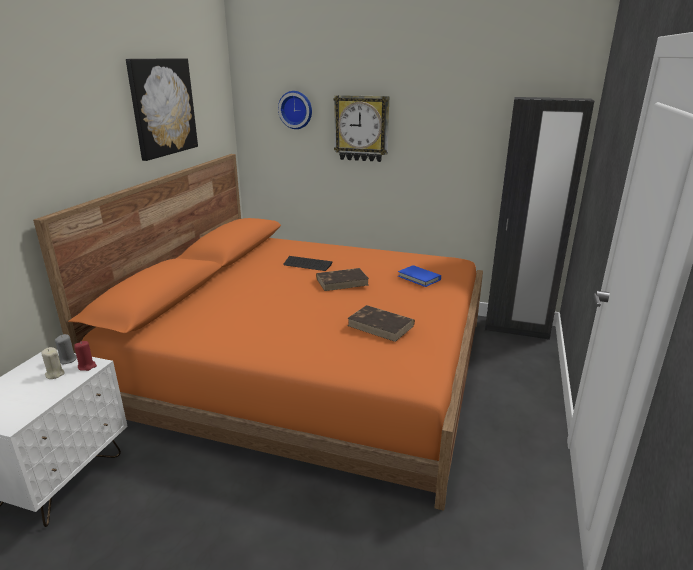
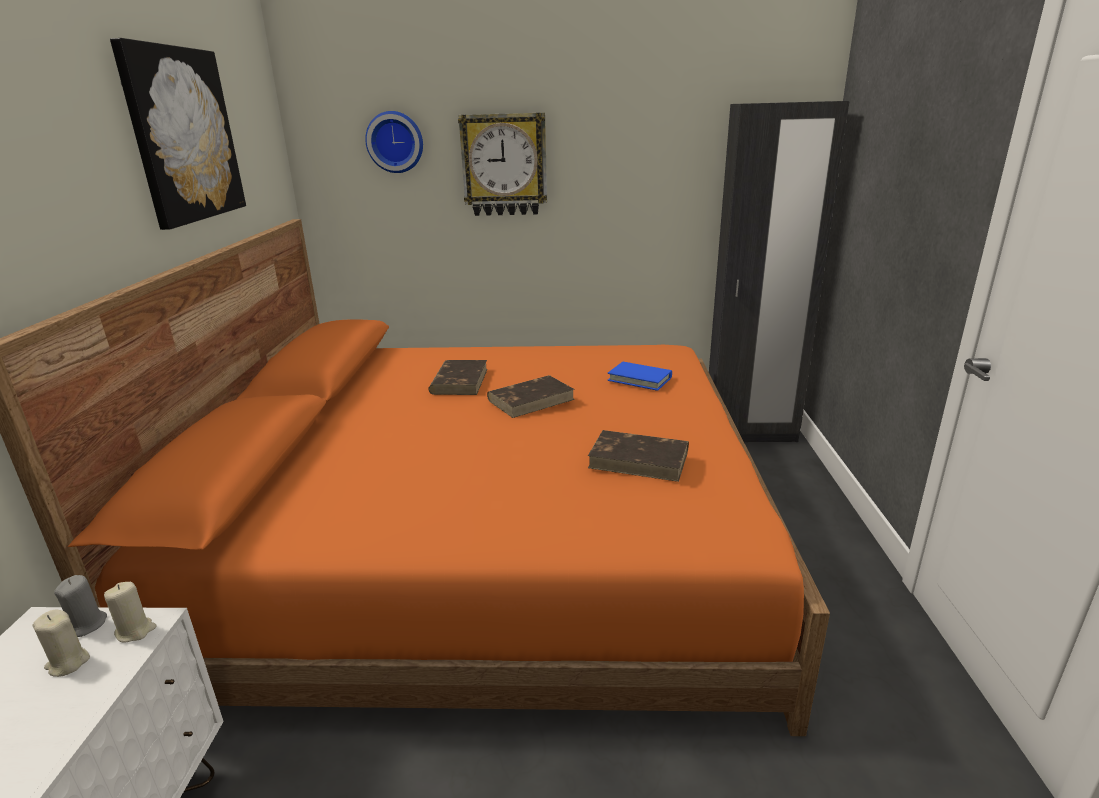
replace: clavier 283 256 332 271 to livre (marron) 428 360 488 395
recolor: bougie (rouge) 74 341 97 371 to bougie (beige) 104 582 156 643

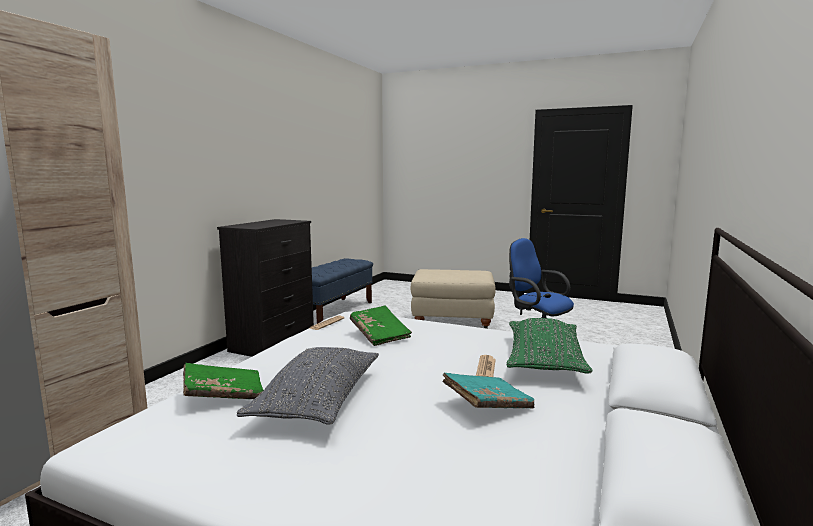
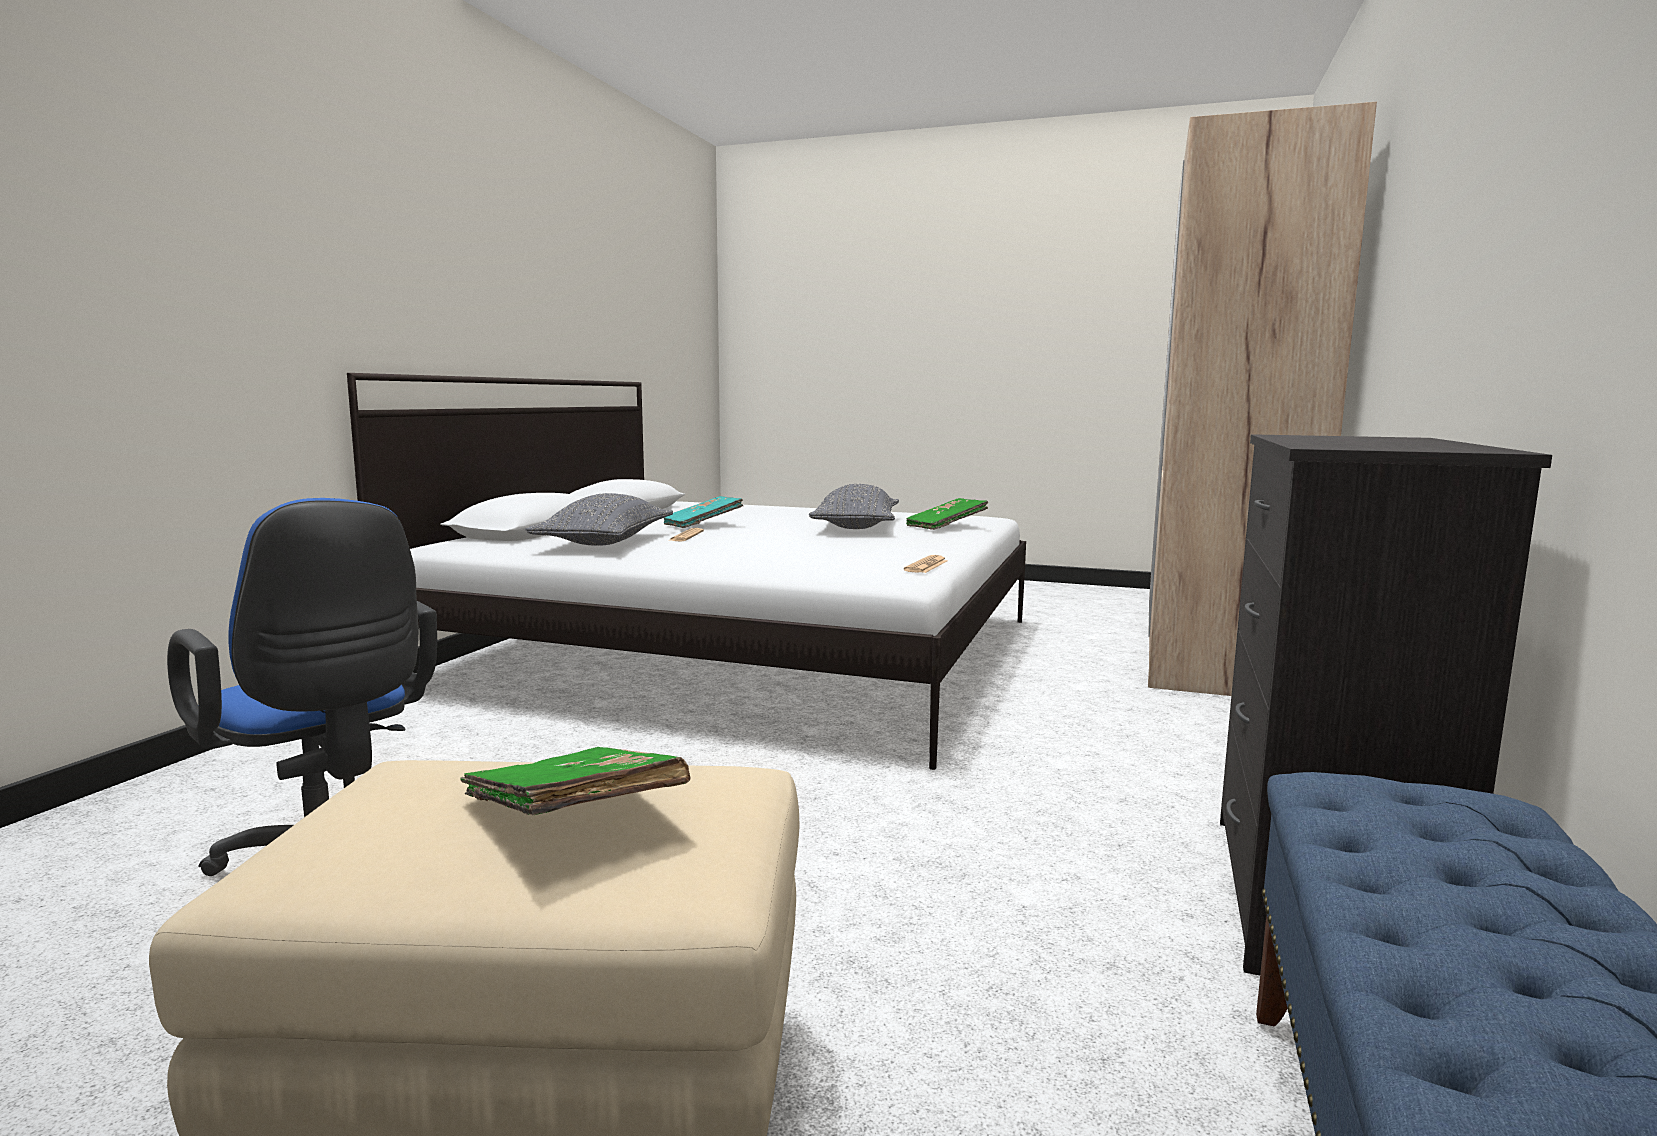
move: livre (vert) 350 306 412 346 to 460 747 691 815
recolor: coussin (vert) 507 318 593 374 to coussin (gris) 525 493 673 546

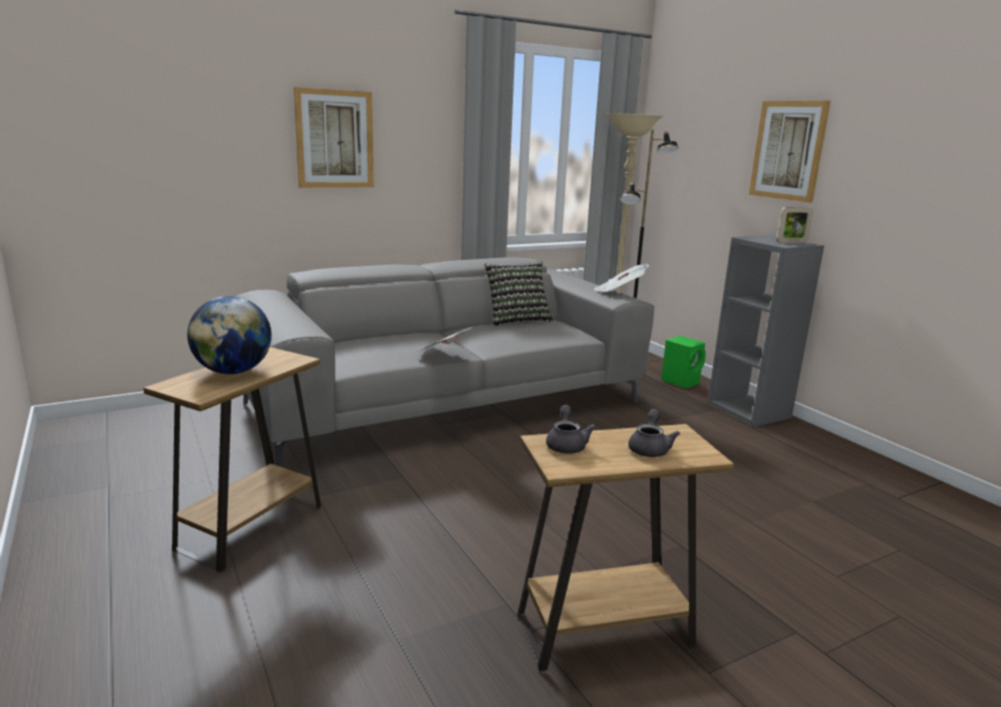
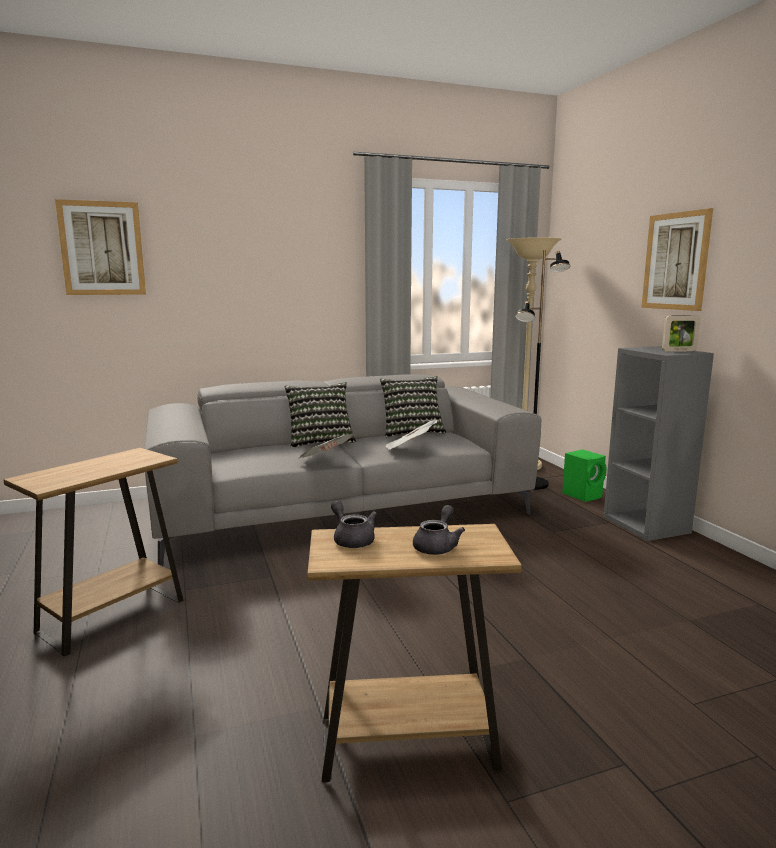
delete: globe 187 296 272 374
insert: coussin 285 382 356 447
move: tableau 294 87 374 188 to 55 199 146 295; journal 594 264 650 293 to 385 420 437 450
rotate: théière (gris) 546 405 595 454 = 331 501 377 548 45 degrees counterclockwise

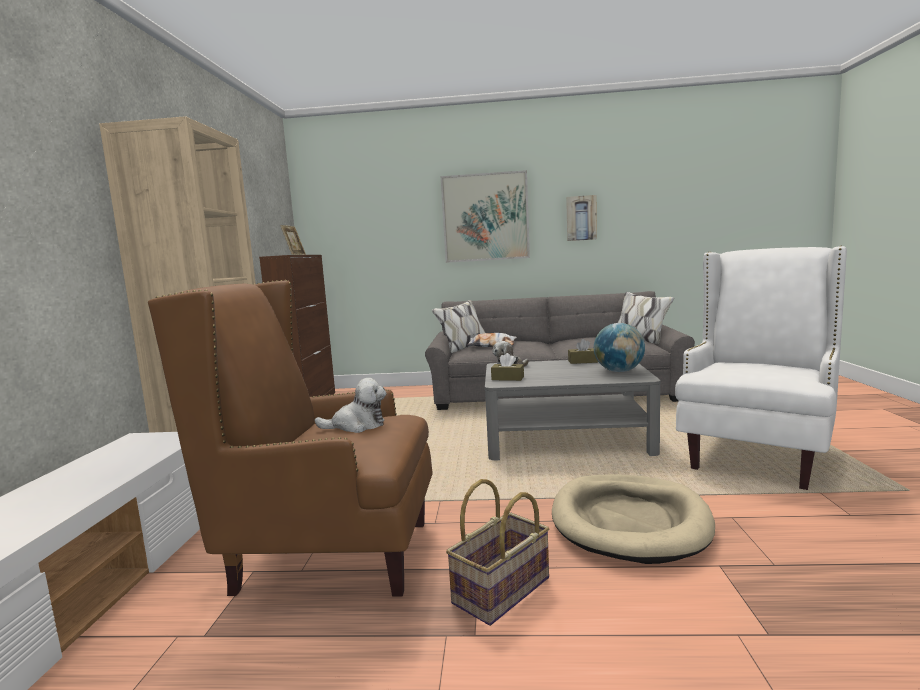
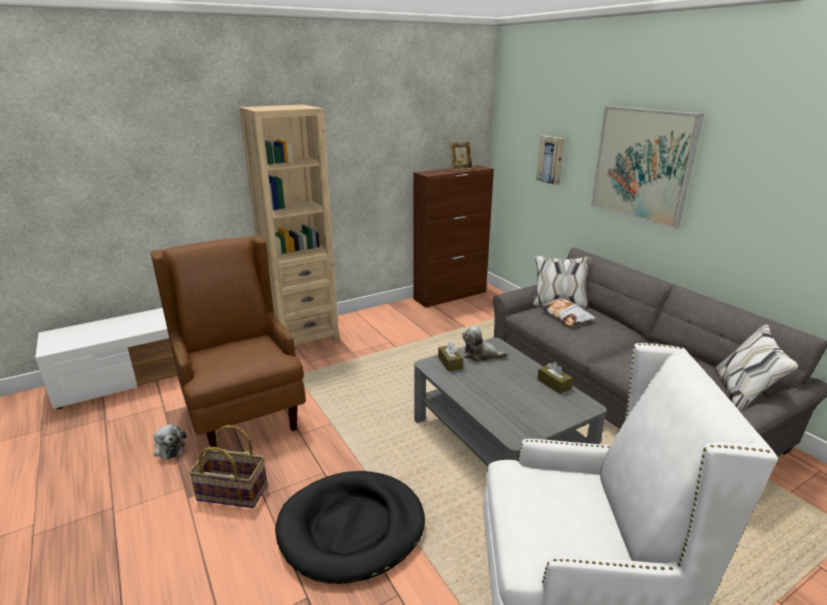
delete: globe 594 323 645 372
move: tableau 566 195 597 241 to 536 135 565 185; peluche 314 378 386 433 to 153 424 186 459
recolor: panier pour chien (beige) 552 474 715 564 to panier pour chien (noir) 275 471 425 584

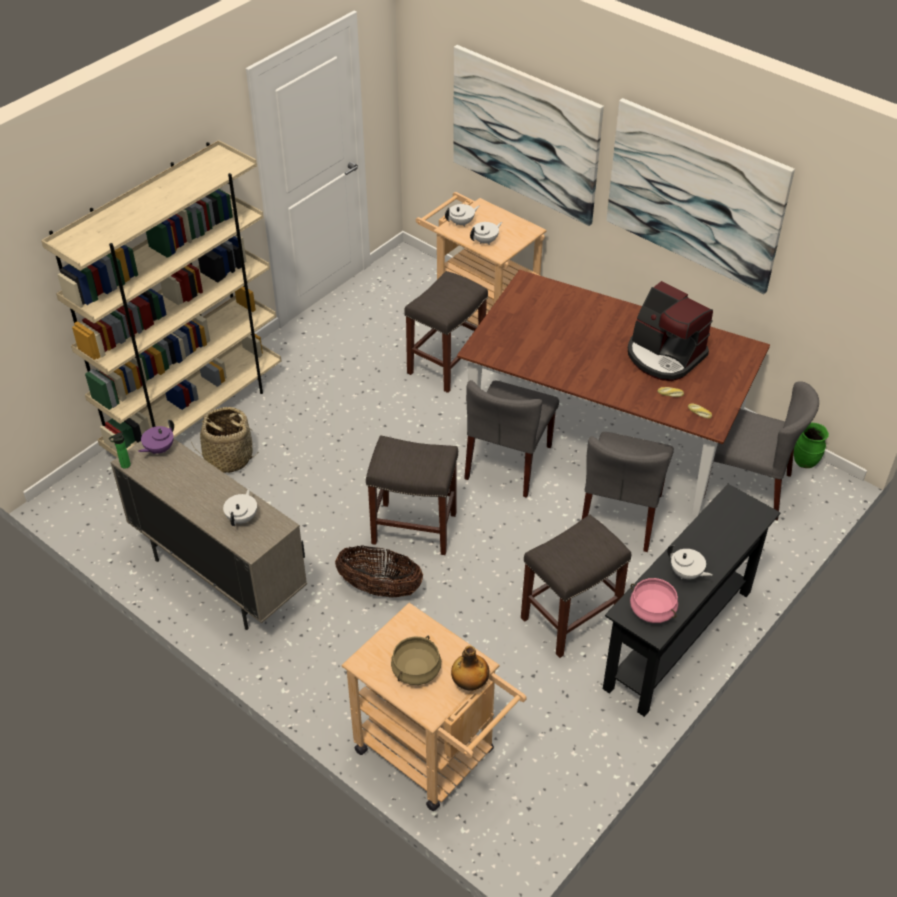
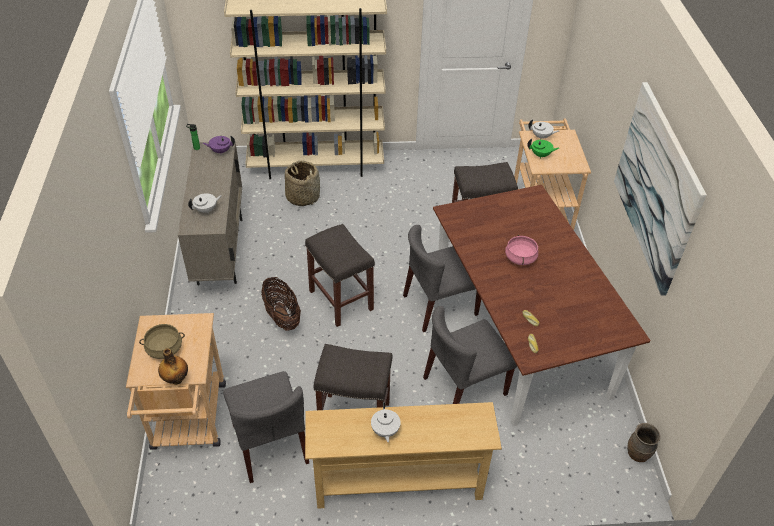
delete: tableau 453 45 604 226; machine à café 628 281 713 381
move: chaise (gris) 704 381 819 520 to 223 371 309 483; marmite (rose) 630 578 678 623 to 505 235 538 265
recolor: théière (blanc) 470 222 502 245 to théière (vert) 527 139 559 159; vase (vert) 794 423 829 468 to vase (marron) 627 423 661 462; table console (noir) 603 484 781 717 to table console (beige) 305 402 502 509

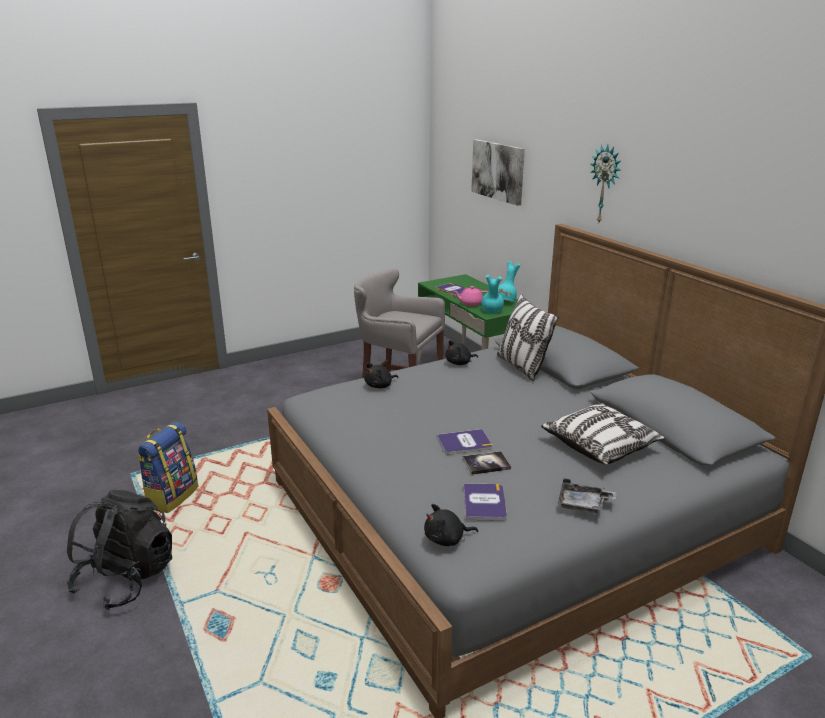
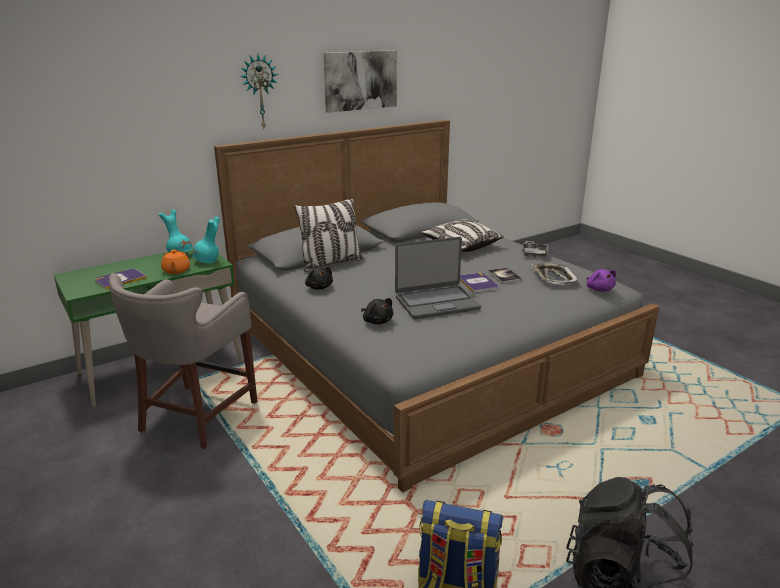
insert: ordinateur portable 395 237 481 319
move: tableau 471 139 525 206 to 323 50 397 113
replace: livre 463 483 507 521 to plateau 531 263 579 285
recolor: théière (rose) 453 286 488 306 to théière (orange) 161 250 190 274; peluche (noir) 424 504 478 546 to peluche (violet) 587 269 616 292

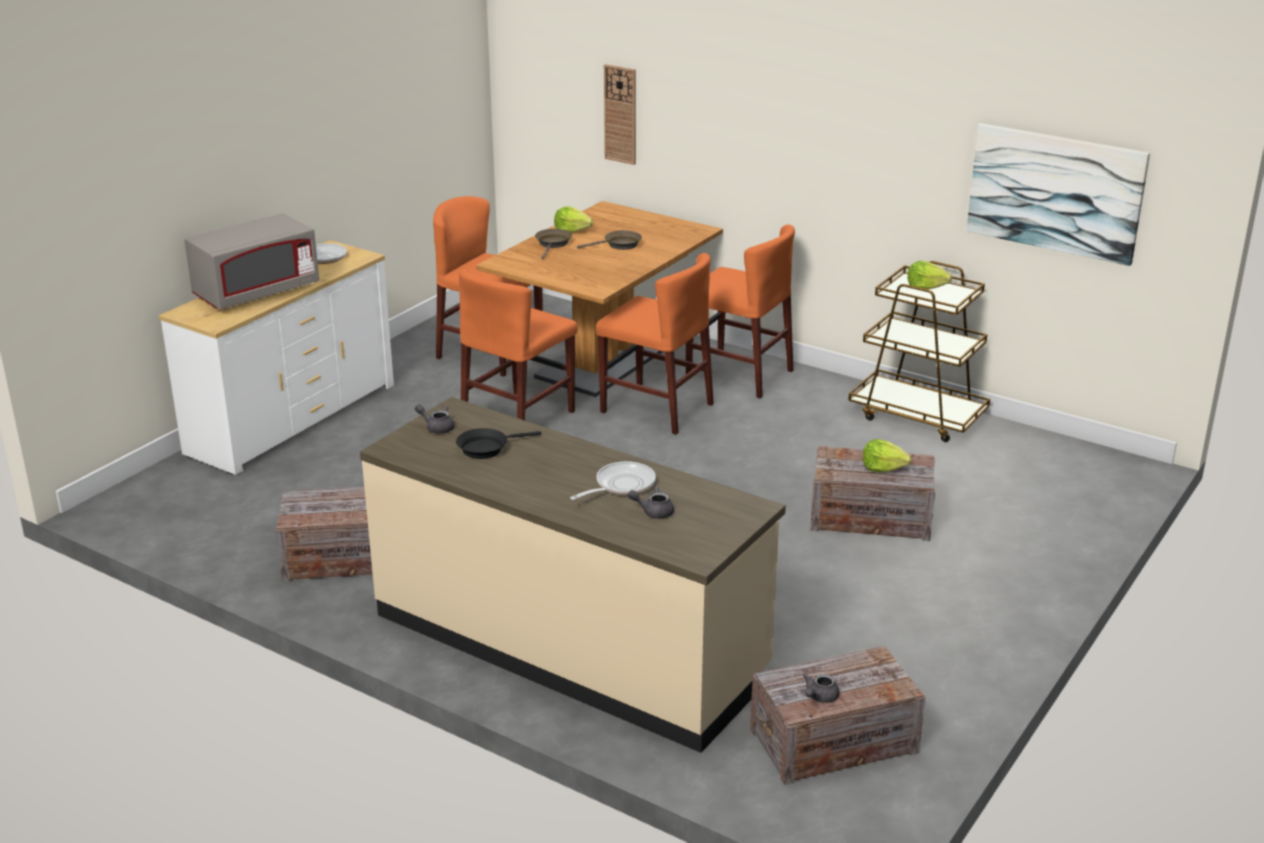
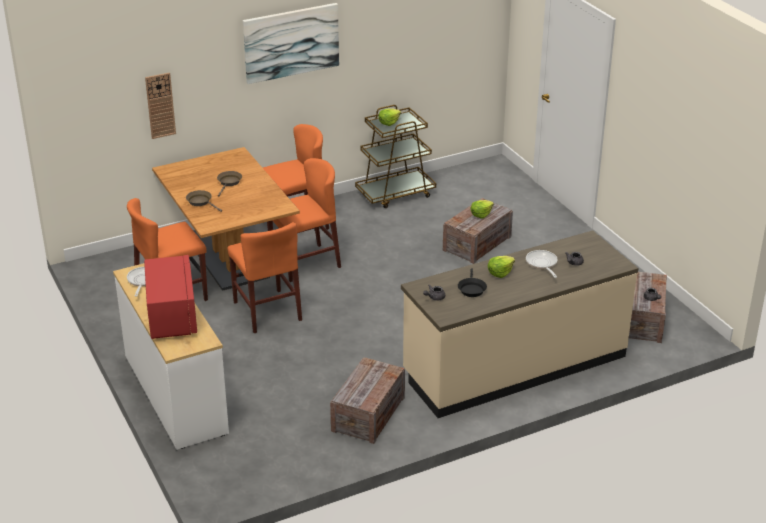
move: tableau 966 123 1150 266 to 243 3 339 84; laitue 554 207 593 233 to 488 256 515 278
recolor: micro-ondes (gris) 184 213 319 310 to micro-ondes (rouge) 144 255 197 339

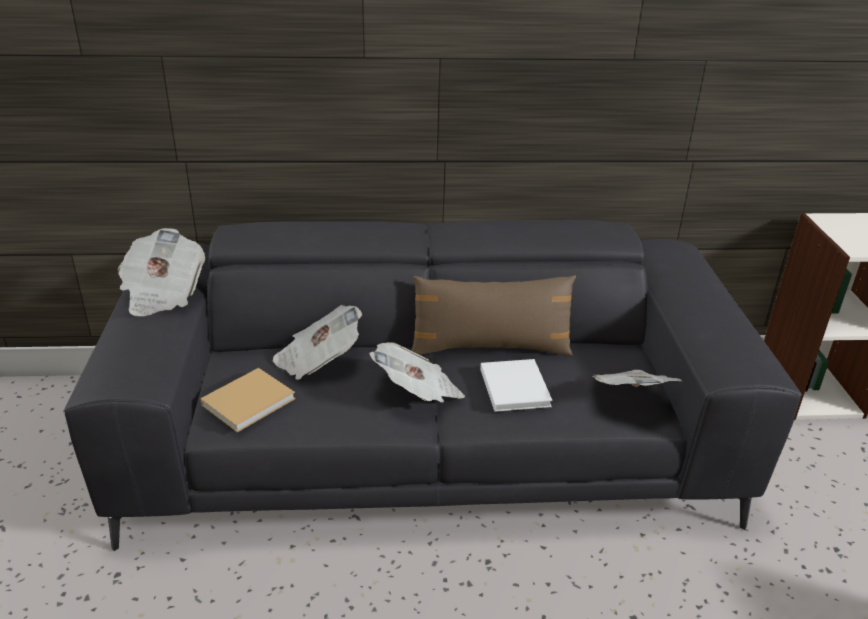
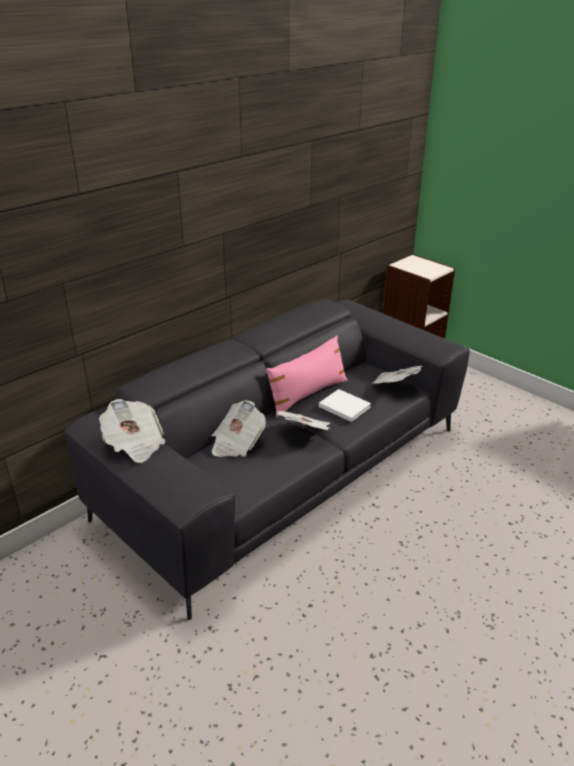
delete: livre (beige) 200 368 296 432
recolor: coussin (marron) 411 275 576 356 to coussin (rose) 266 335 348 417

